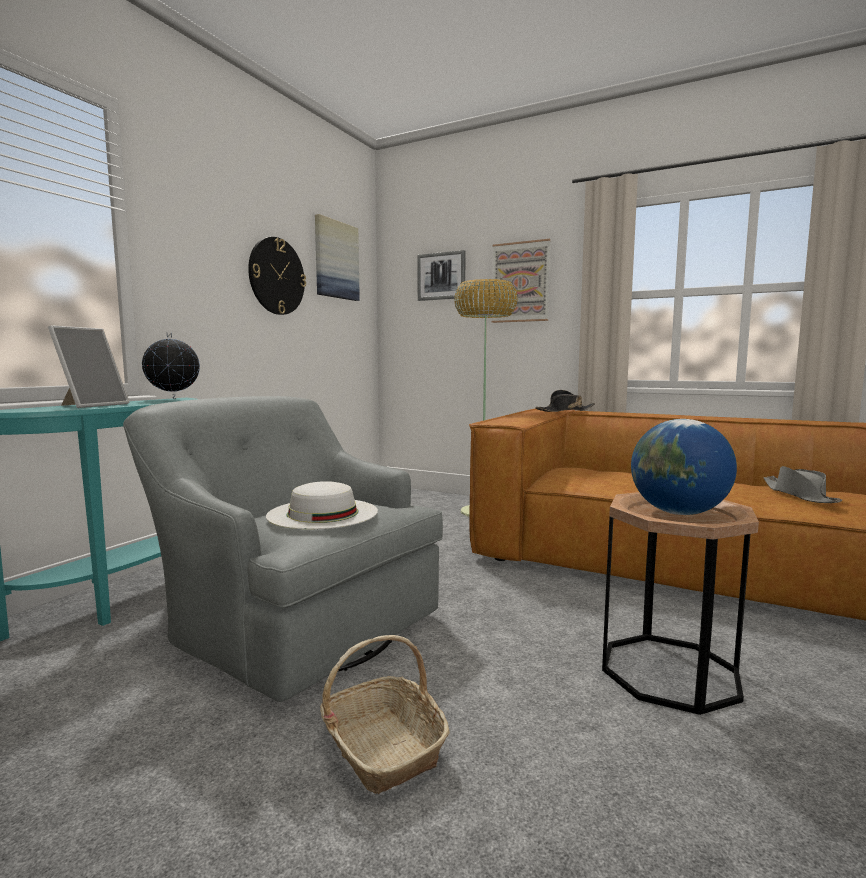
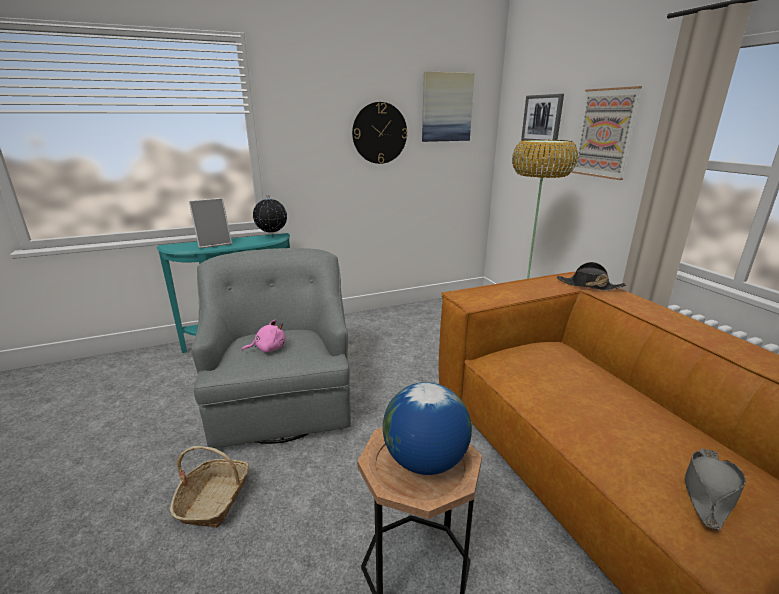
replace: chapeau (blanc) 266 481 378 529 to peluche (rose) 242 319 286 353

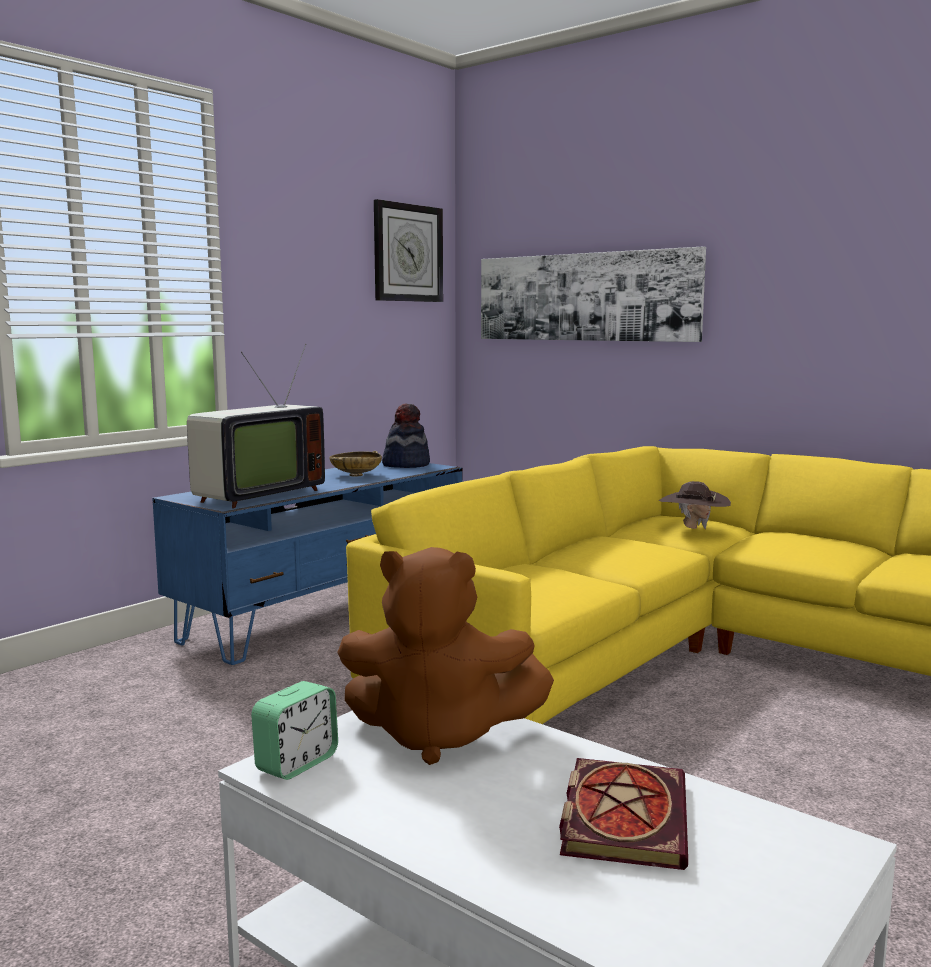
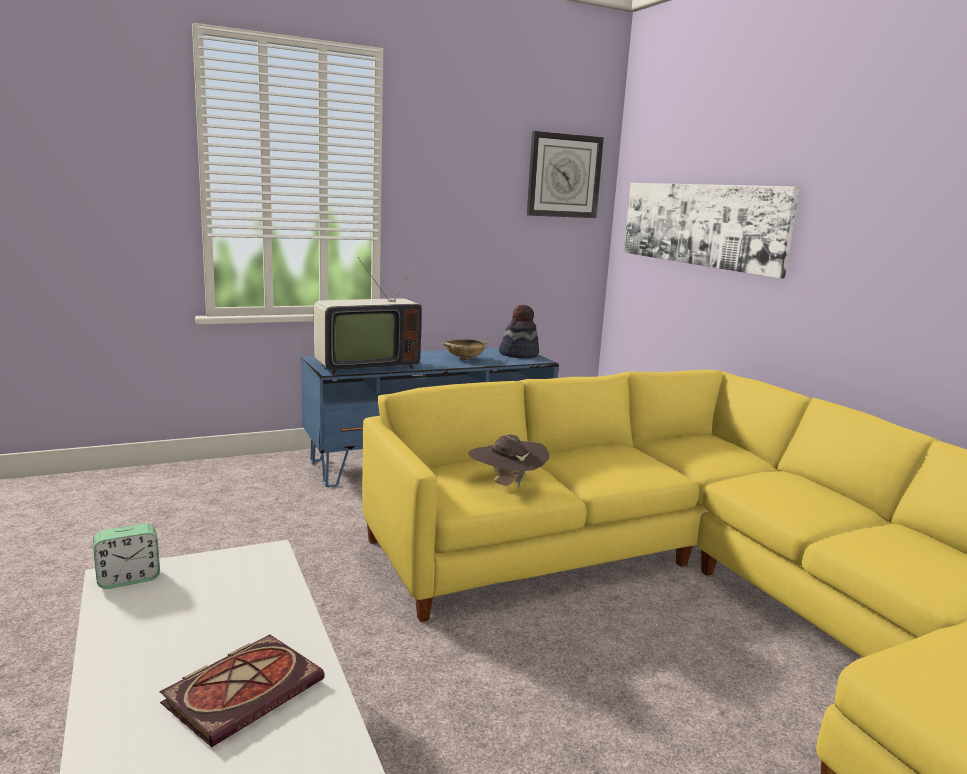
delete: peluche (marron) 337 547 554 765
move: chapeau (marron) 658 481 731 529 to 468 434 550 488

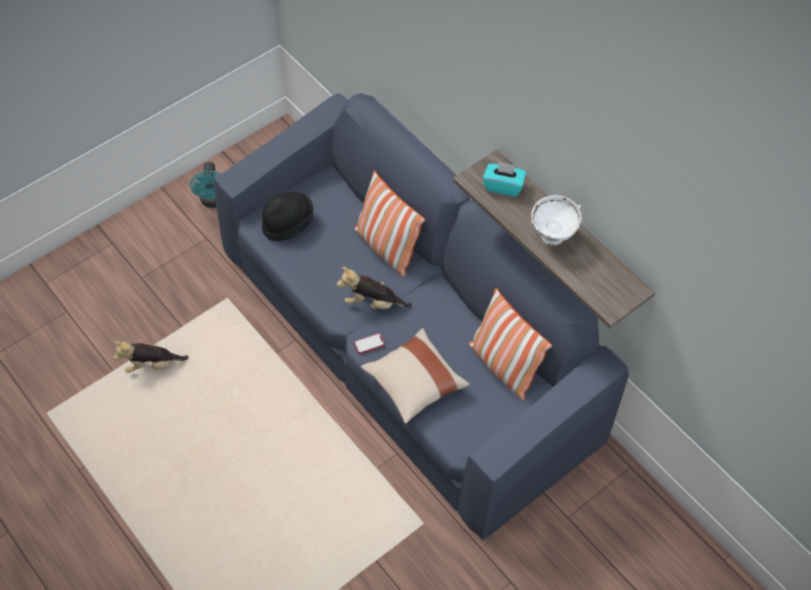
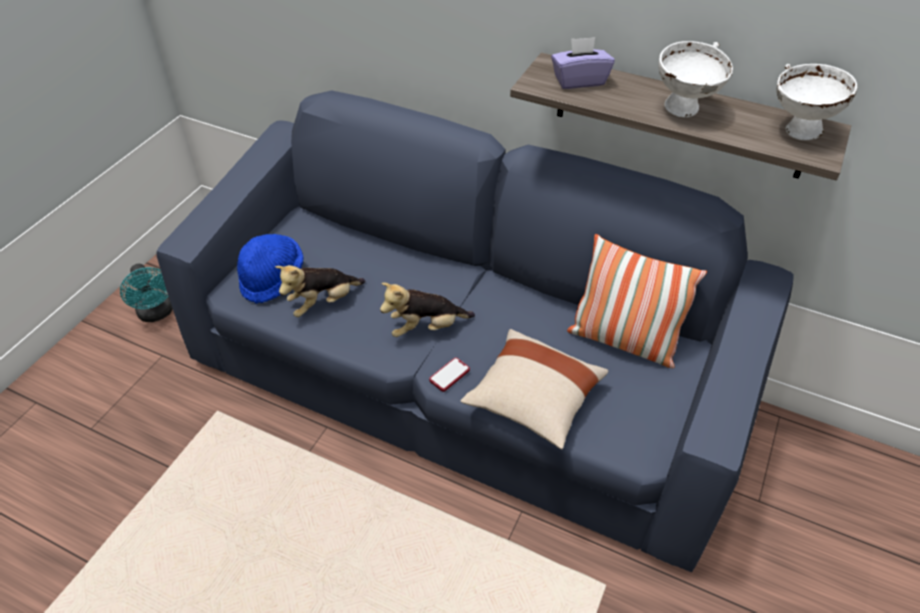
delete: coussin 354 170 425 277
insert: bol (blanc) 777 64 857 141
move: peluche 113 341 189 373 to 275 265 365 317
recolor: boîte à mouchoirs (turquoise) 483 161 526 197 to boîte à mouchoirs (violet) 551 37 615 89; chapeau (noir) 262 192 313 241 to chapeau (bleu) 237 234 304 304

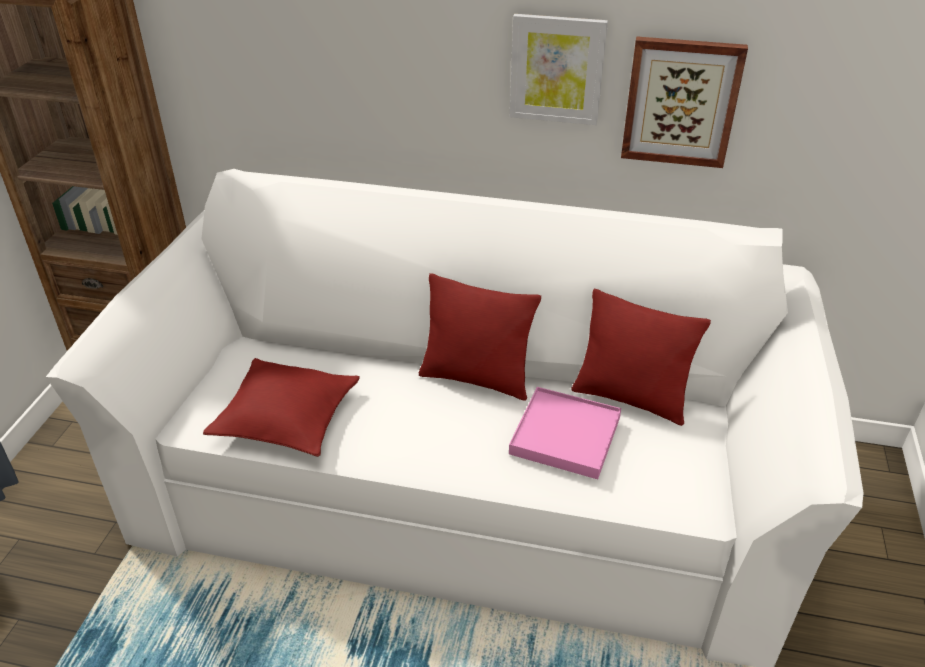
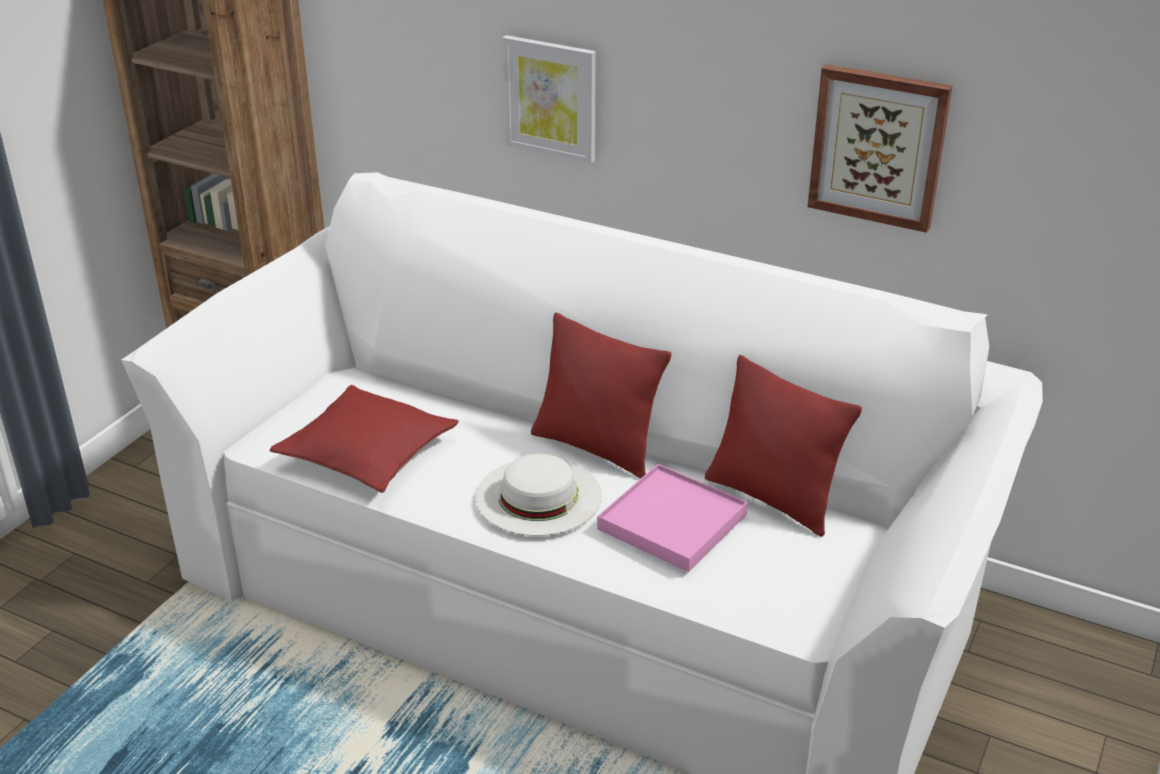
insert: chapeau (blanc) 476 454 602 536
move: tableau 510 14 608 125 to 502 35 596 164

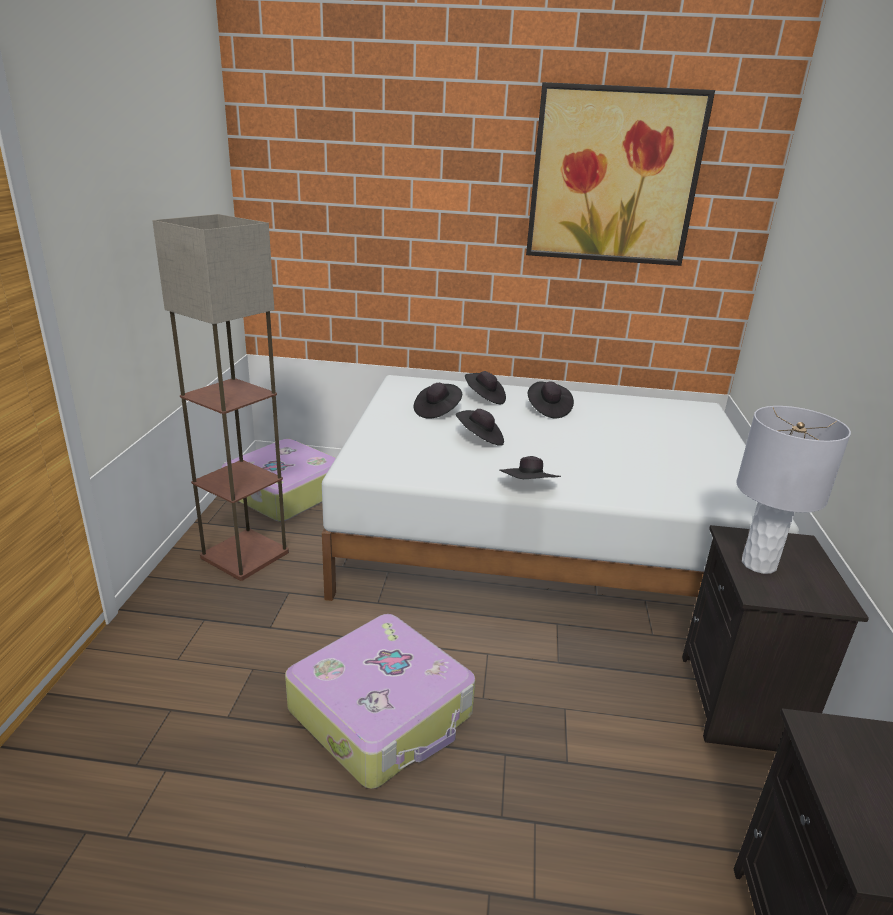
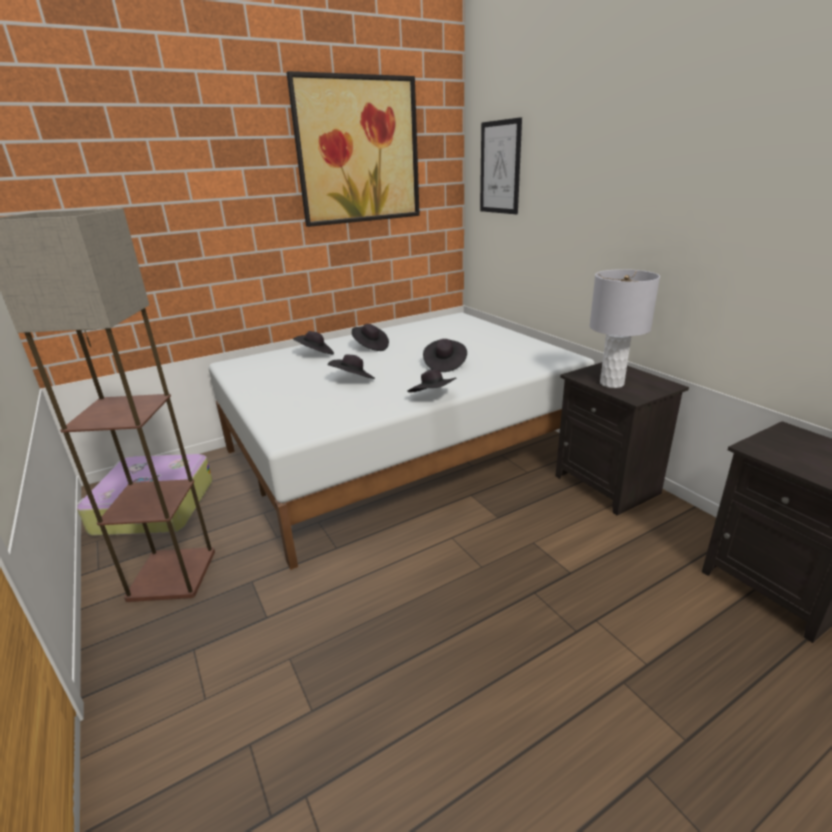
delete: valise 285 614 476 789
insert: tableau 480 117 522 214
move: chapeau (noir) 414 383 462 419 to 423 339 467 372

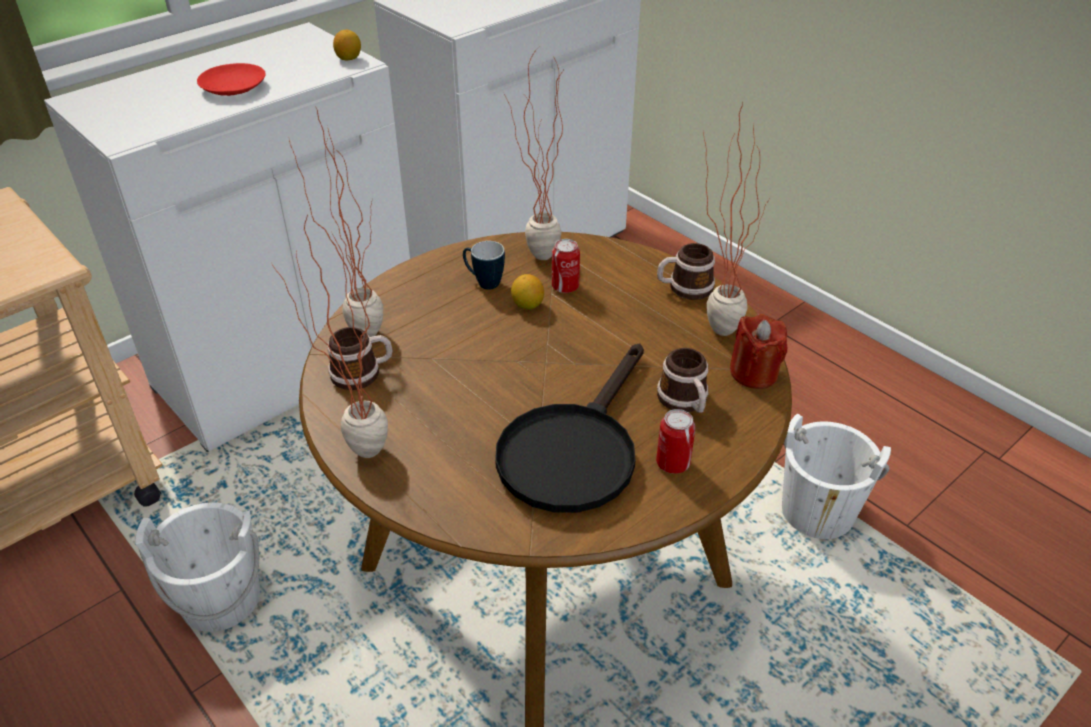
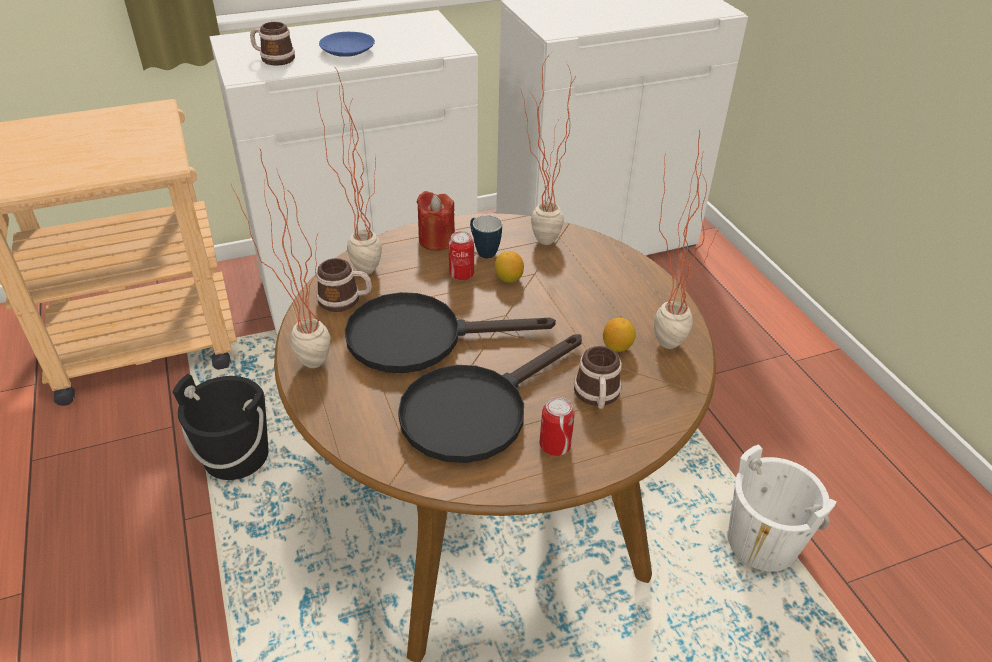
insert: poêle (noir) 345 292 556 373
move: citron 333 30 361 61 to 603 318 636 352; boîte métallique 552 239 580 293 to 449 231 474 280; mug 657 243 715 300 to 250 22 295 66; bougie (rouge) 730 314 787 389 to 416 191 455 251
recolor: assiette (rouge) 197 63 266 96 to assiette (bleu) 319 32 375 57; seau (blanc) 135 503 260 632 to seau (noir) 172 374 268 480

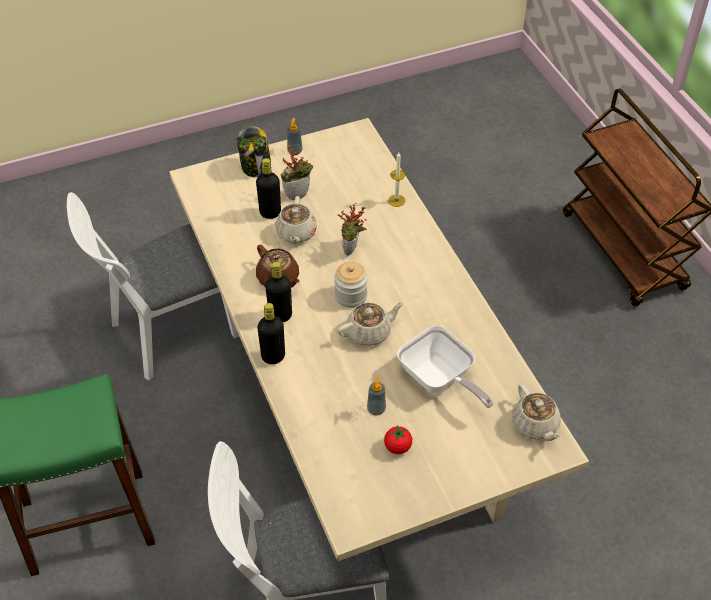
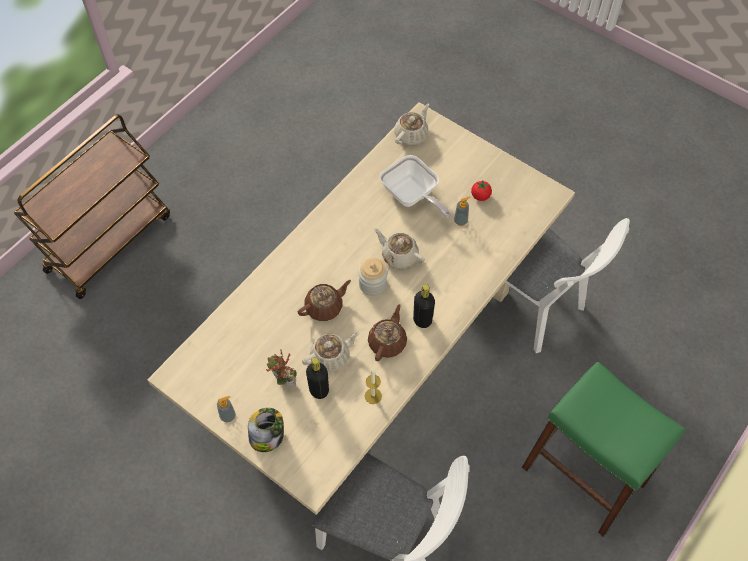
delete: bouteille (noir) 257 303 285 364
move: bougie 388 152 405 207 to 365 369 382 404
replace: plante en pot 338 203 367 256 to théière (marron) 298 280 351 321
rotate: poêle 397 326 493 408 = 380 155 451 218 120 degrees clockwise

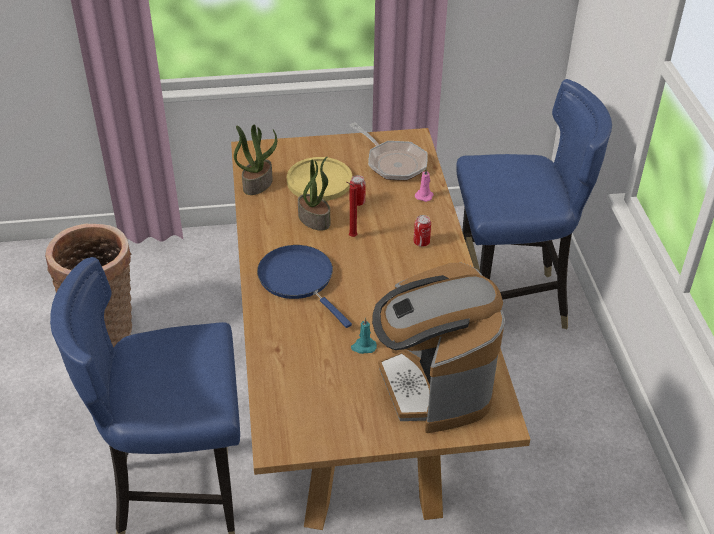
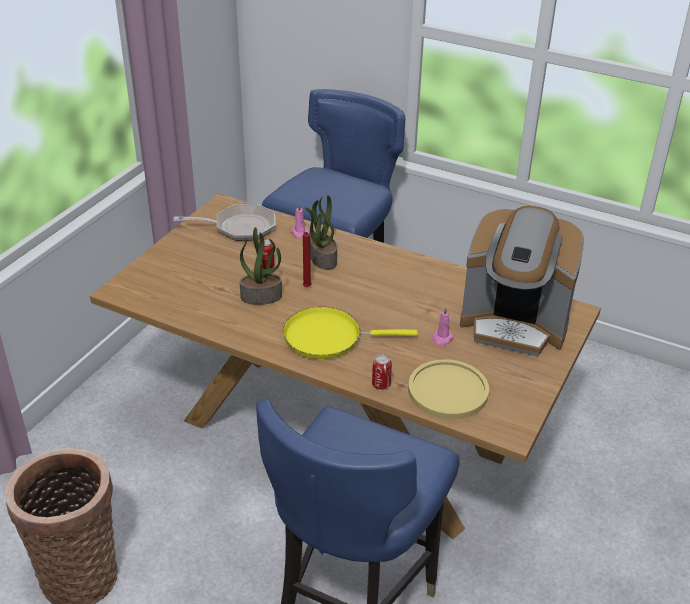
move: plante en pot 234 124 277 195 to 305 195 337 270; assiette (jaune) 287 157 352 201 to 408 359 489 419; boîte métallique 414 215 431 247 to 372 354 392 390
recolor: poêle (bleu) 257 245 352 328 to poêle (jaune) 283 307 418 359; bougie (turquoise) 351 317 377 354 to bougie (rose) 432 307 454 346

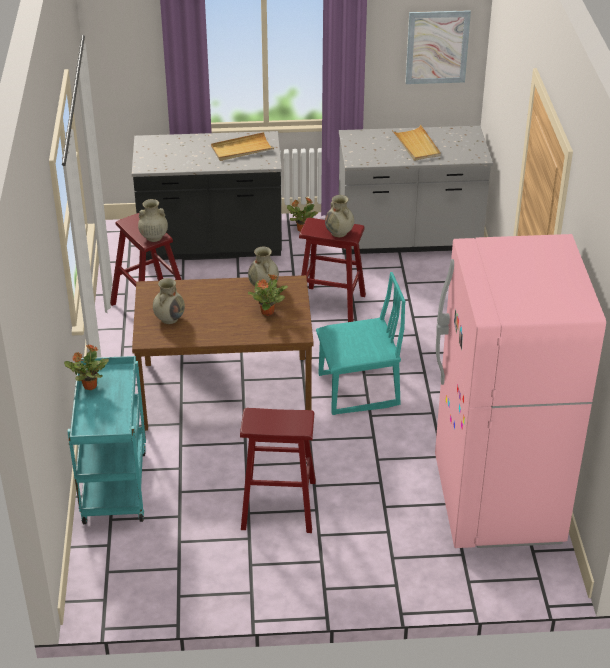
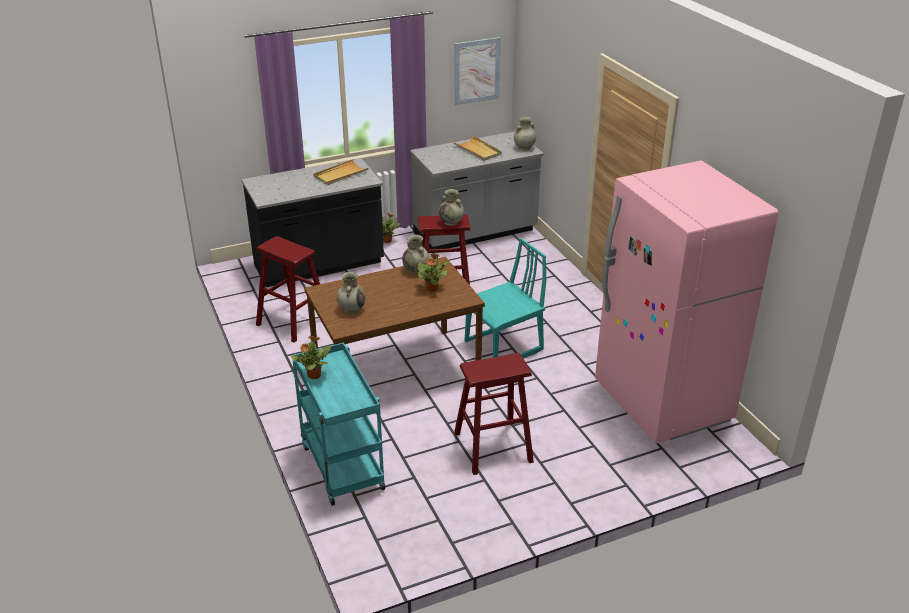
move: vase (beige) 138 199 168 242 to 514 117 536 151

